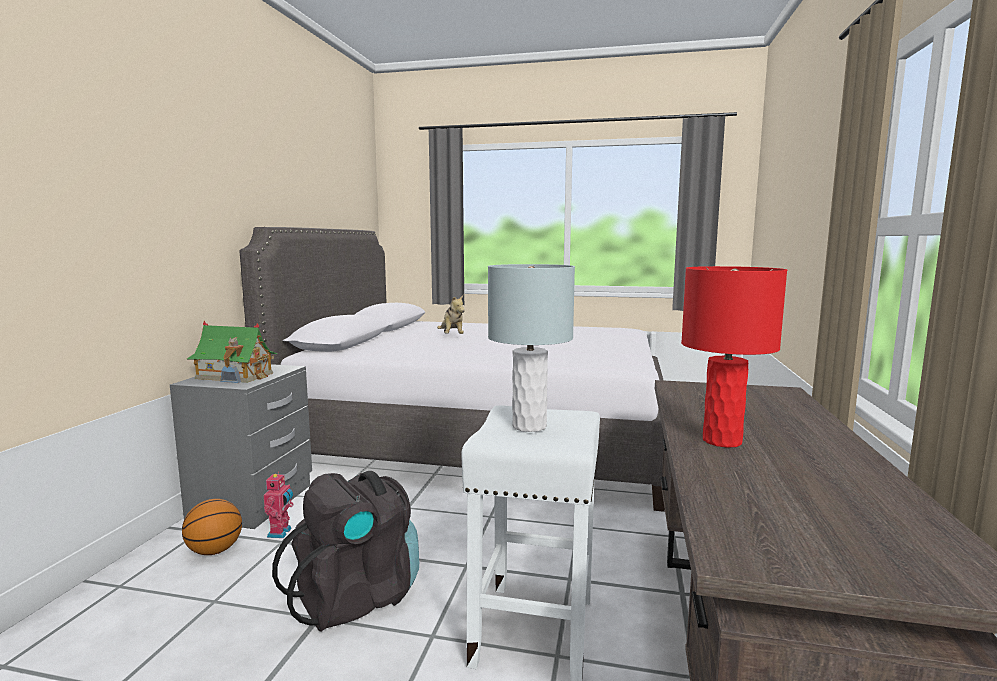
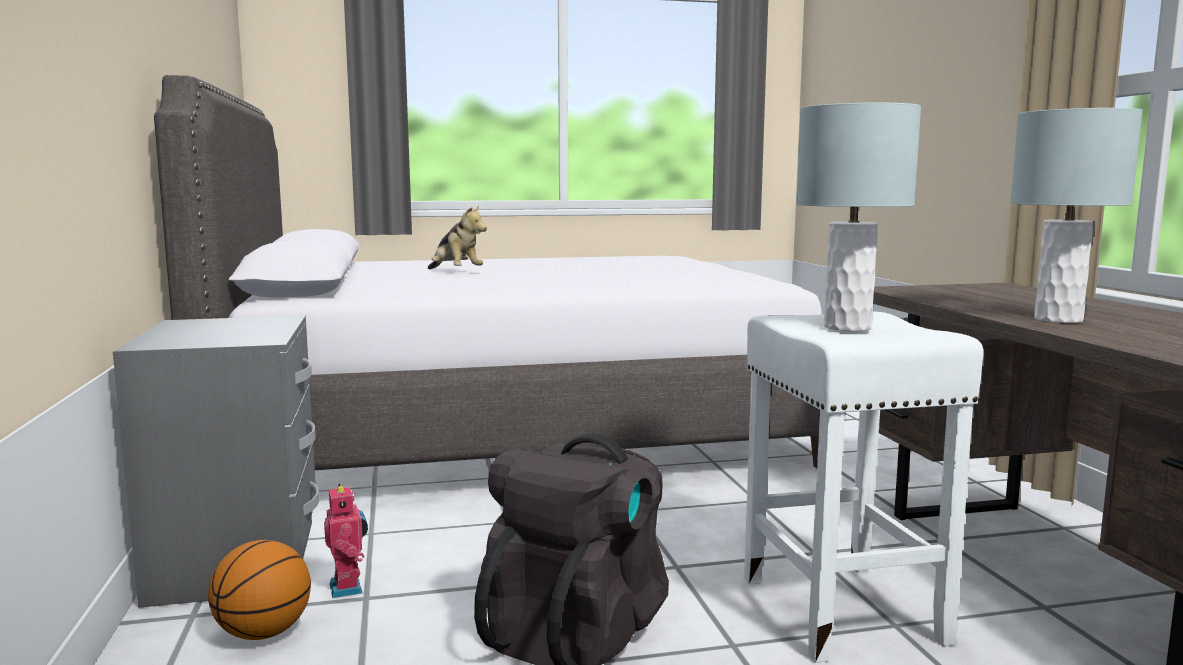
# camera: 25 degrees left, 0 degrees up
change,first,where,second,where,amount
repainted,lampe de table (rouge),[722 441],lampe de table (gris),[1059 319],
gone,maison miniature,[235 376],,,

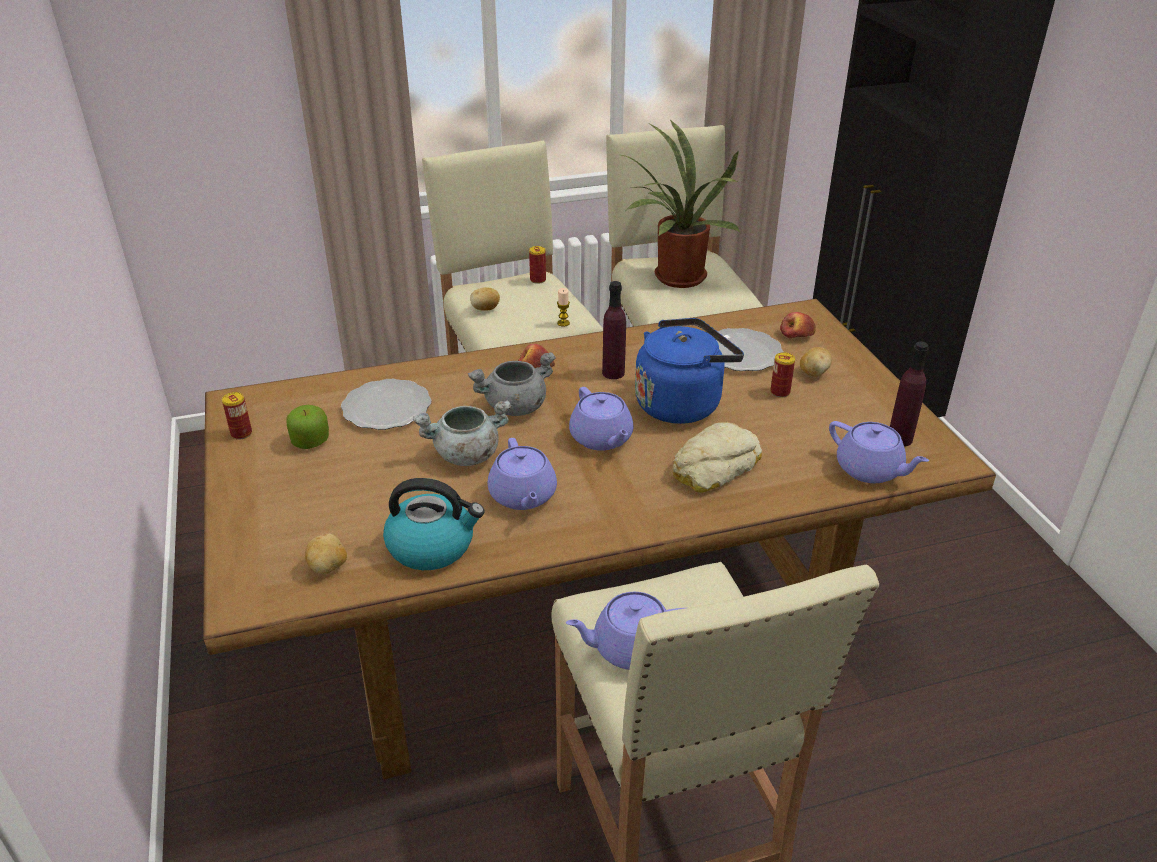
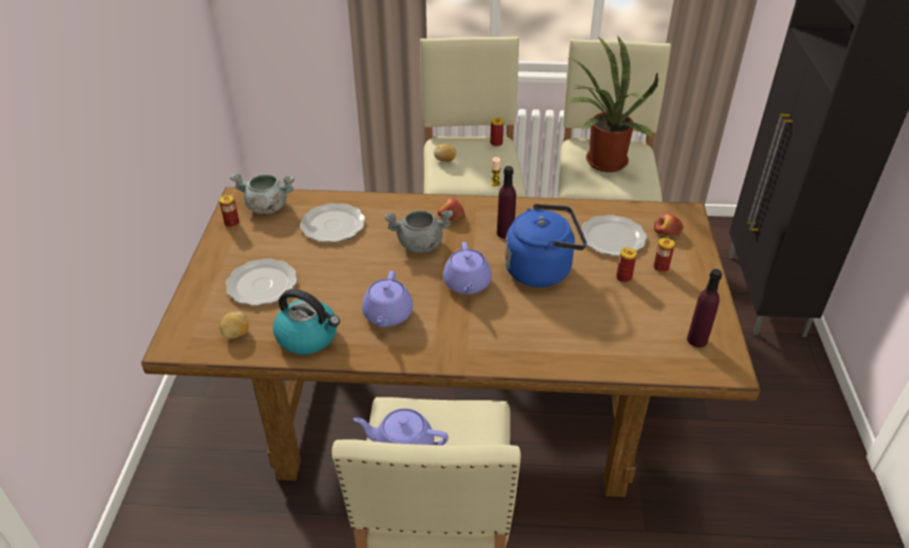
# camera: 20 degrees right, 5 degrees up
change,first,where,second,where,amount
swapped,pomme de terre,[813 373],boîte métallique,[661 267],
shifted,marmite (gris),[466 455],,[267 207],
gone,pomme,[310 441],,,
gone,théière (violet),[870 470],,,
gone,pain,[713 466],,,
new,,,assiette,[262 284],

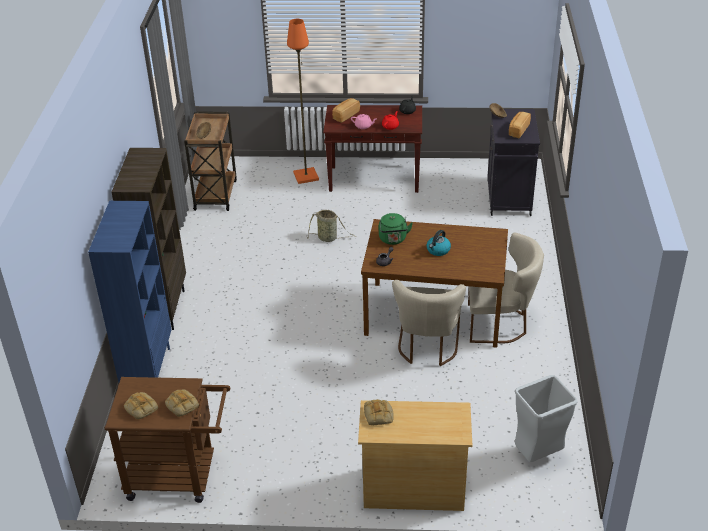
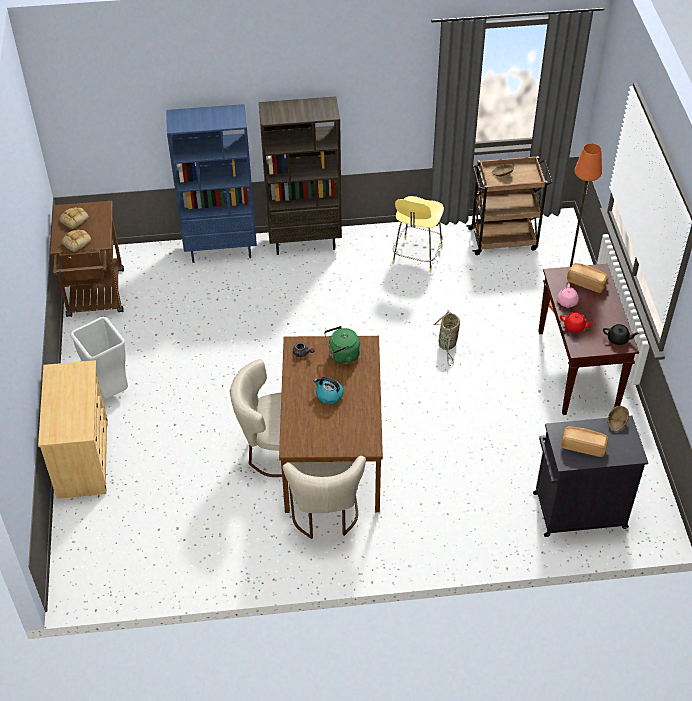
# camera: 80 degrees right, 10 degrees up
change,first,where,second,where,amount
shifted,poubelle (gris),[537 455],,[109 390],
gone,pain,[379 415],,,
new,,,tabouret (jaune),[416 256],

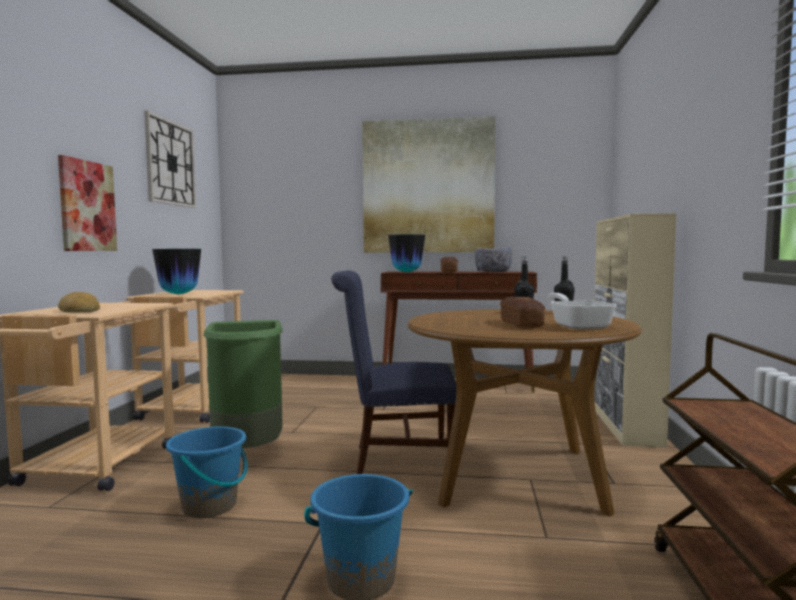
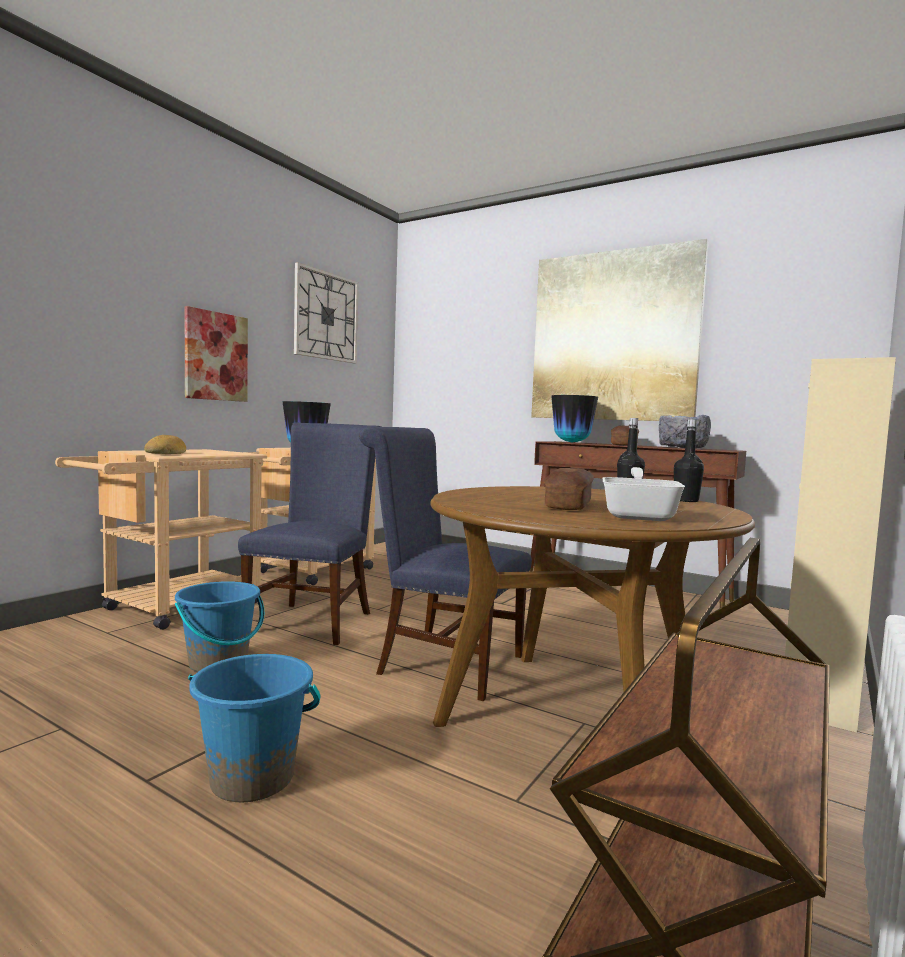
# camera: 25 degrees right, 0 degrees up
change,first,where,second,where,amount
swapped,poubelle (vert),[248 452],chaise (bleu),[314 620],

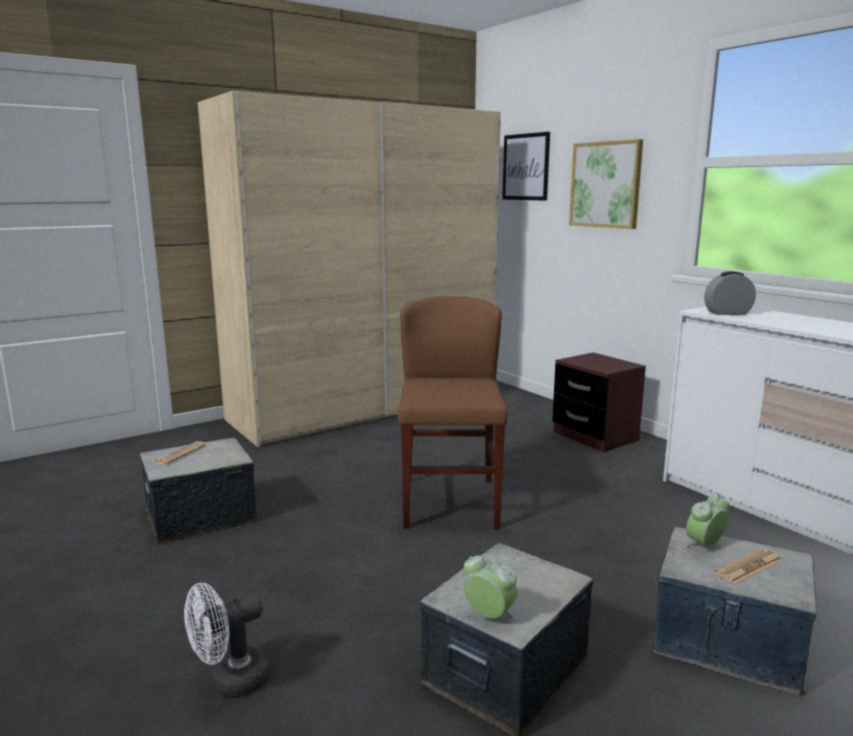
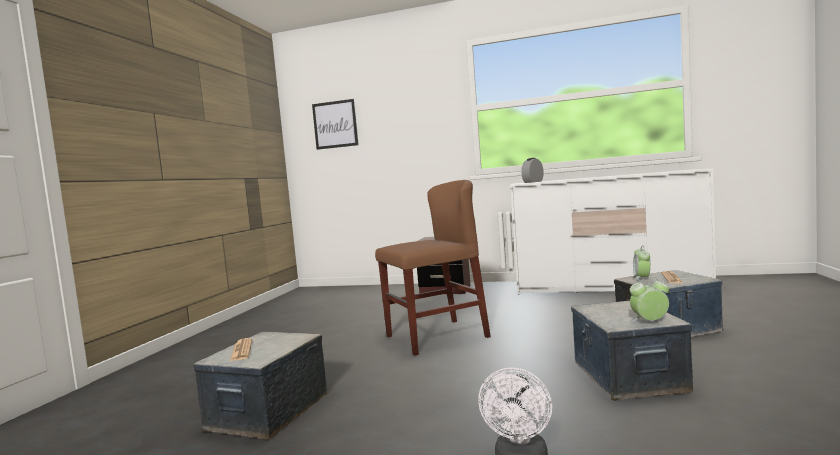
# camera: 40 degrees left, 10 degrees down
change,first,where,second,where,amount
gone,armoire (beige),[365 406],,,
gone,tableau,[605 185],,,
rotated,chaise (marron),[450 502],,[436 336],105 degrees clockwise

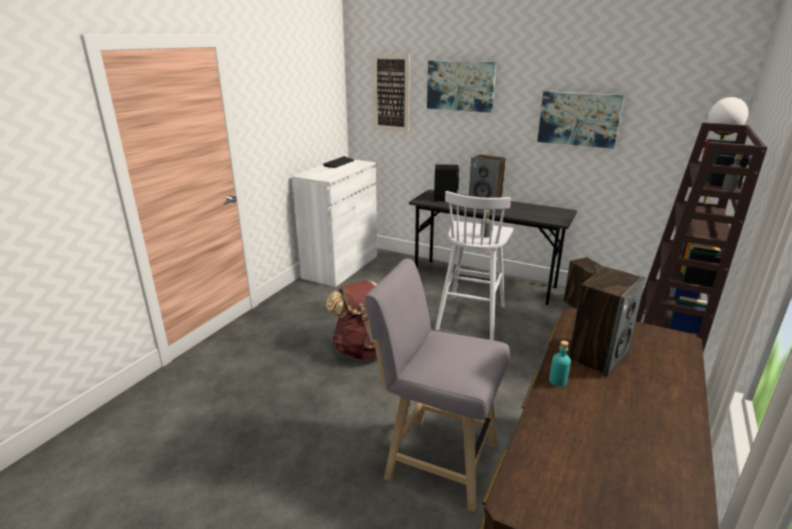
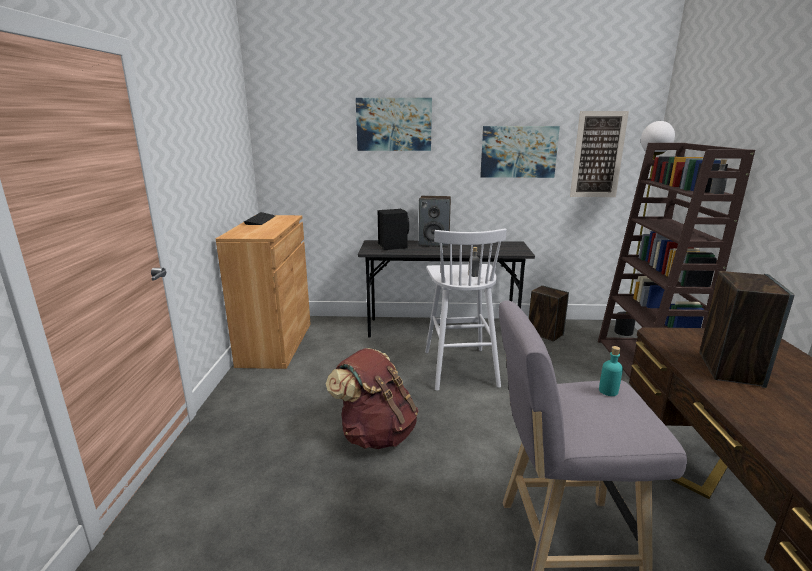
# camera: 25 degrees left, 5 degrees down
change,first,where,second,where,amount
shifted,tableau,[391 93],,[598 155],
repainted,meuble de rangement (blanc),[340 266],meuble de rangement (marron),[275 344],
shifted,bouteille (turquoise),[557 381],,[608 391],

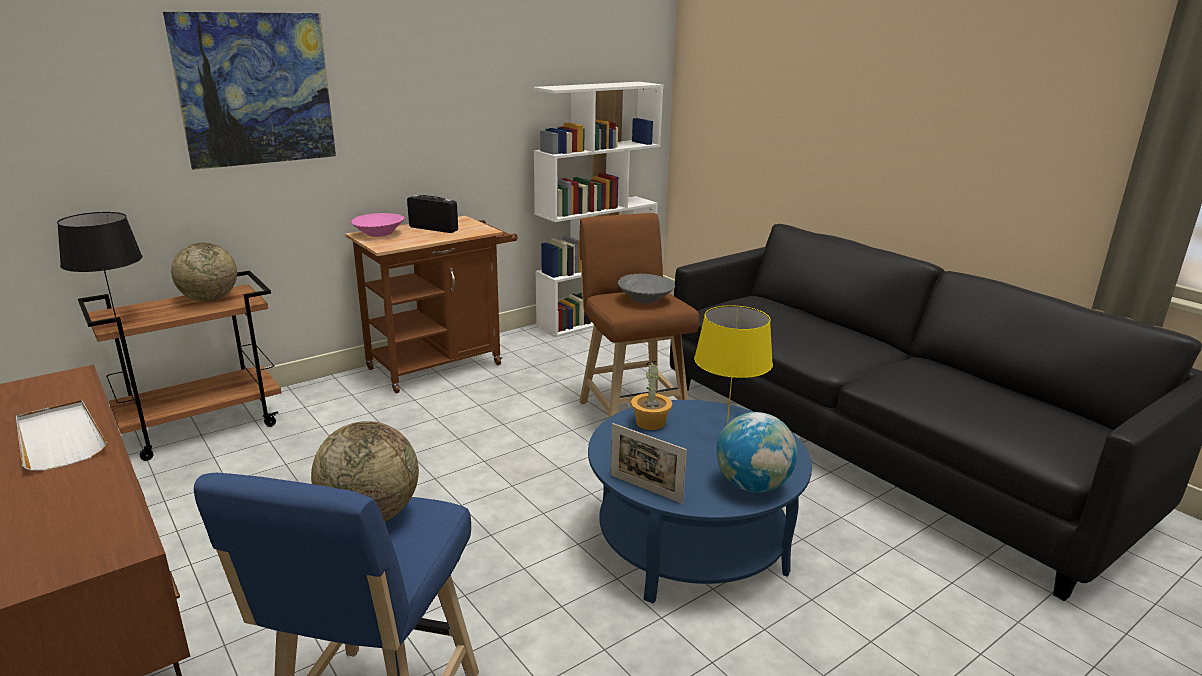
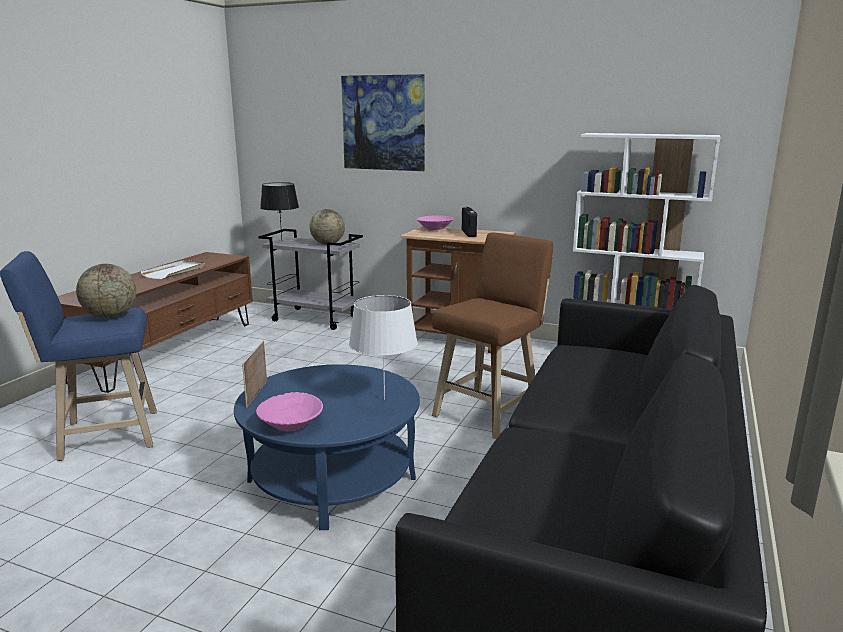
# camera: 60 degrees right, 5 degrees down
change,first,where,second,where,amount
repainted,chariot (marron),[204 426],chariot (gris),[316 319],
gone,bol (gris),[645 299],,,
repainted,lampe de table (jaune),[727 422],lampe de table (blanc),[384 399],
gone,plante en pot,[650 423],,,
swapped,globe,[752 485],bol (rose),[291 425],

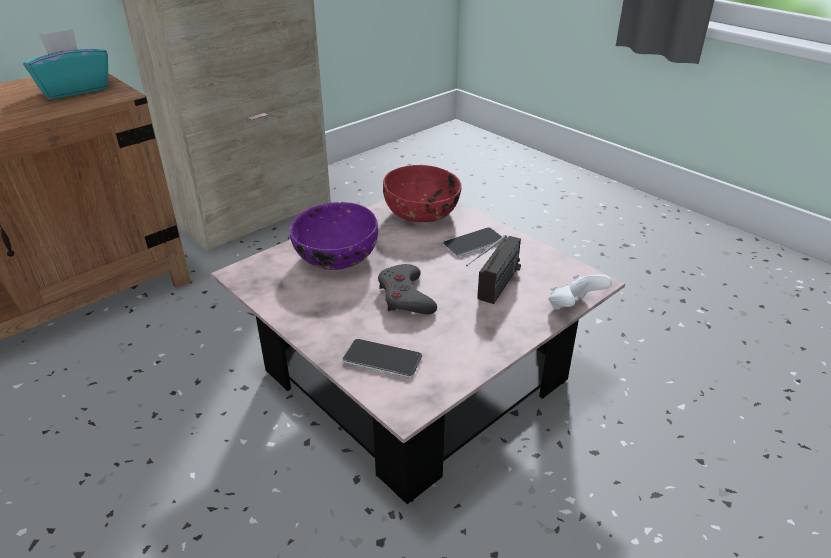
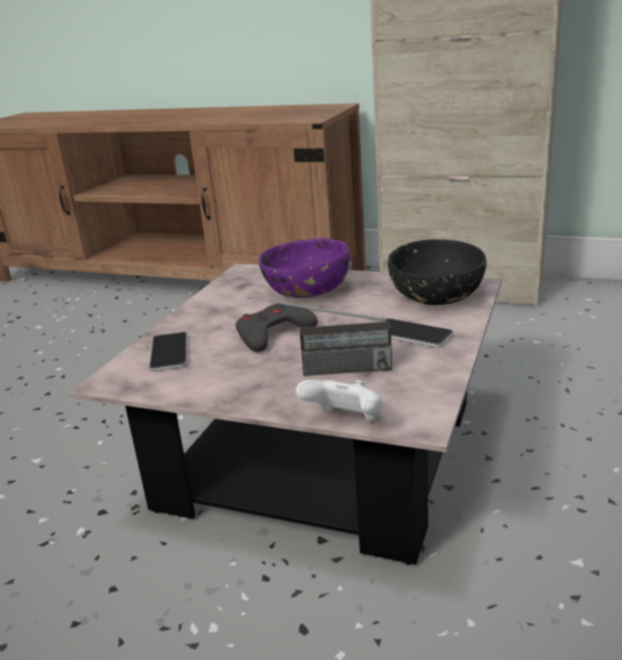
# camera: 65 degrees right, 10 degrees down
change,first,where,second,where,amount
gone,boîte à mouchoirs (turquoise),[74 90],,,
repainted,bol (rouge),[422 213],bol (noir),[436 296],

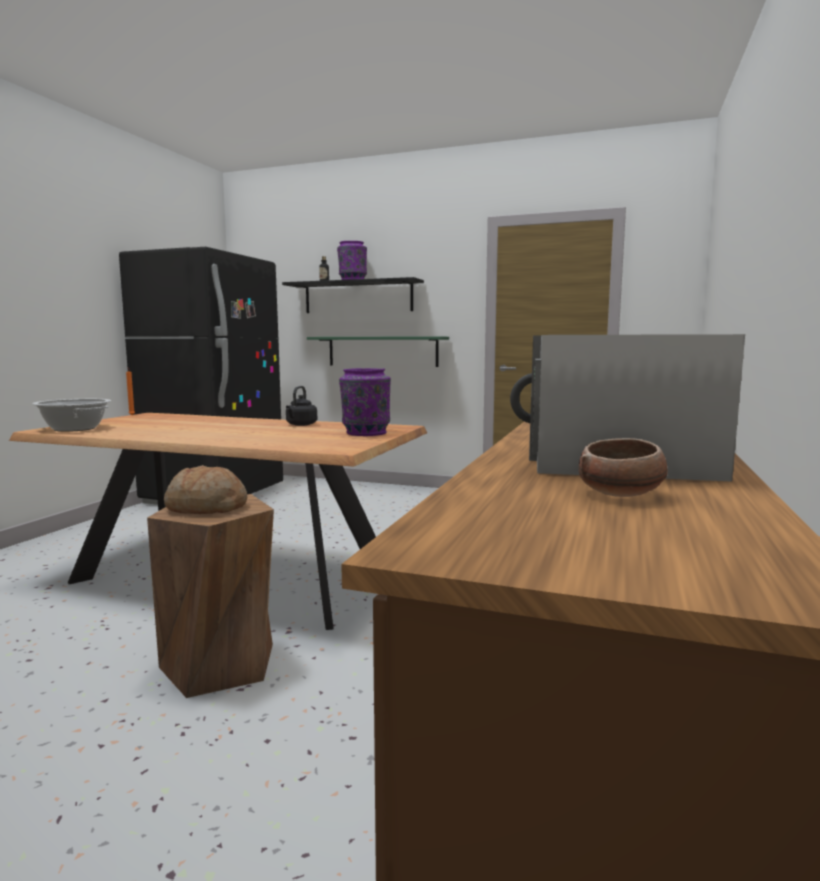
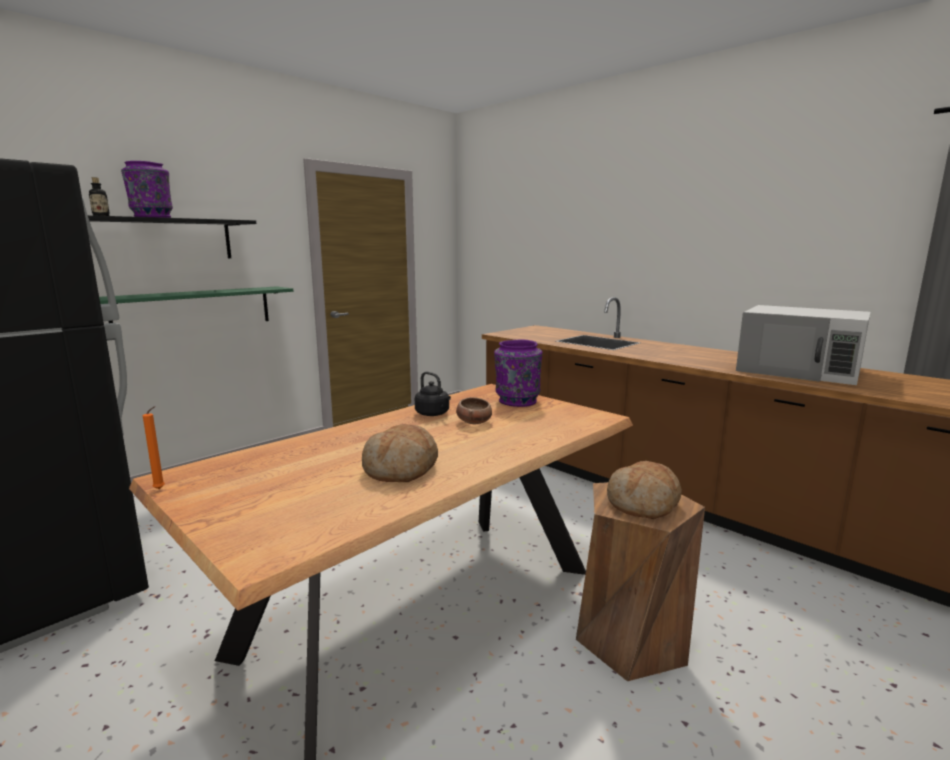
# camera: 65 degrees left, 5 degrees up
change,first,where,second,where,amount
gone,marmite,[74 429],,,
shifted,bol,[621 494],,[474 422],
new,,,pain,[401 469],

